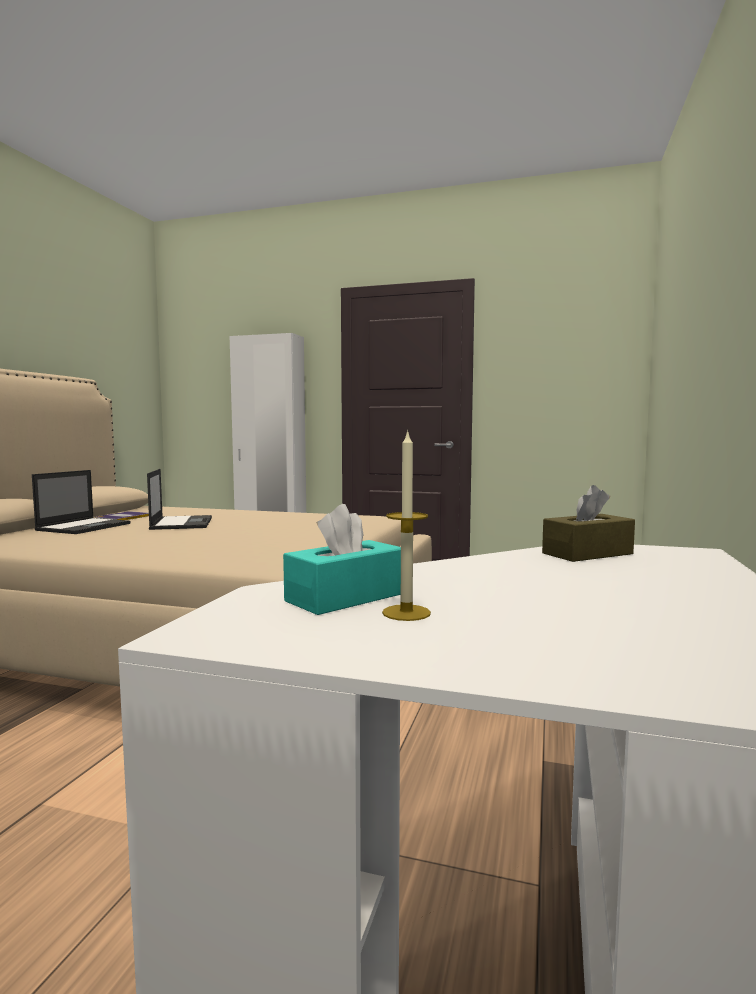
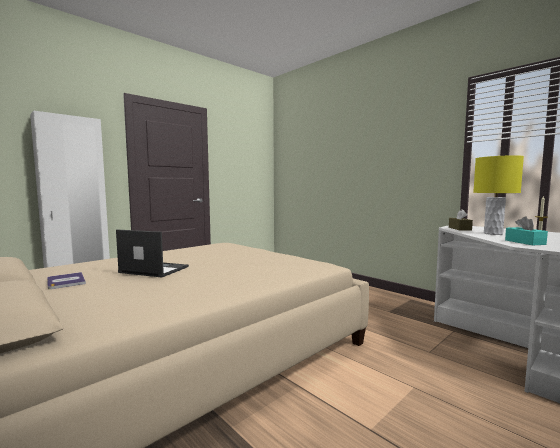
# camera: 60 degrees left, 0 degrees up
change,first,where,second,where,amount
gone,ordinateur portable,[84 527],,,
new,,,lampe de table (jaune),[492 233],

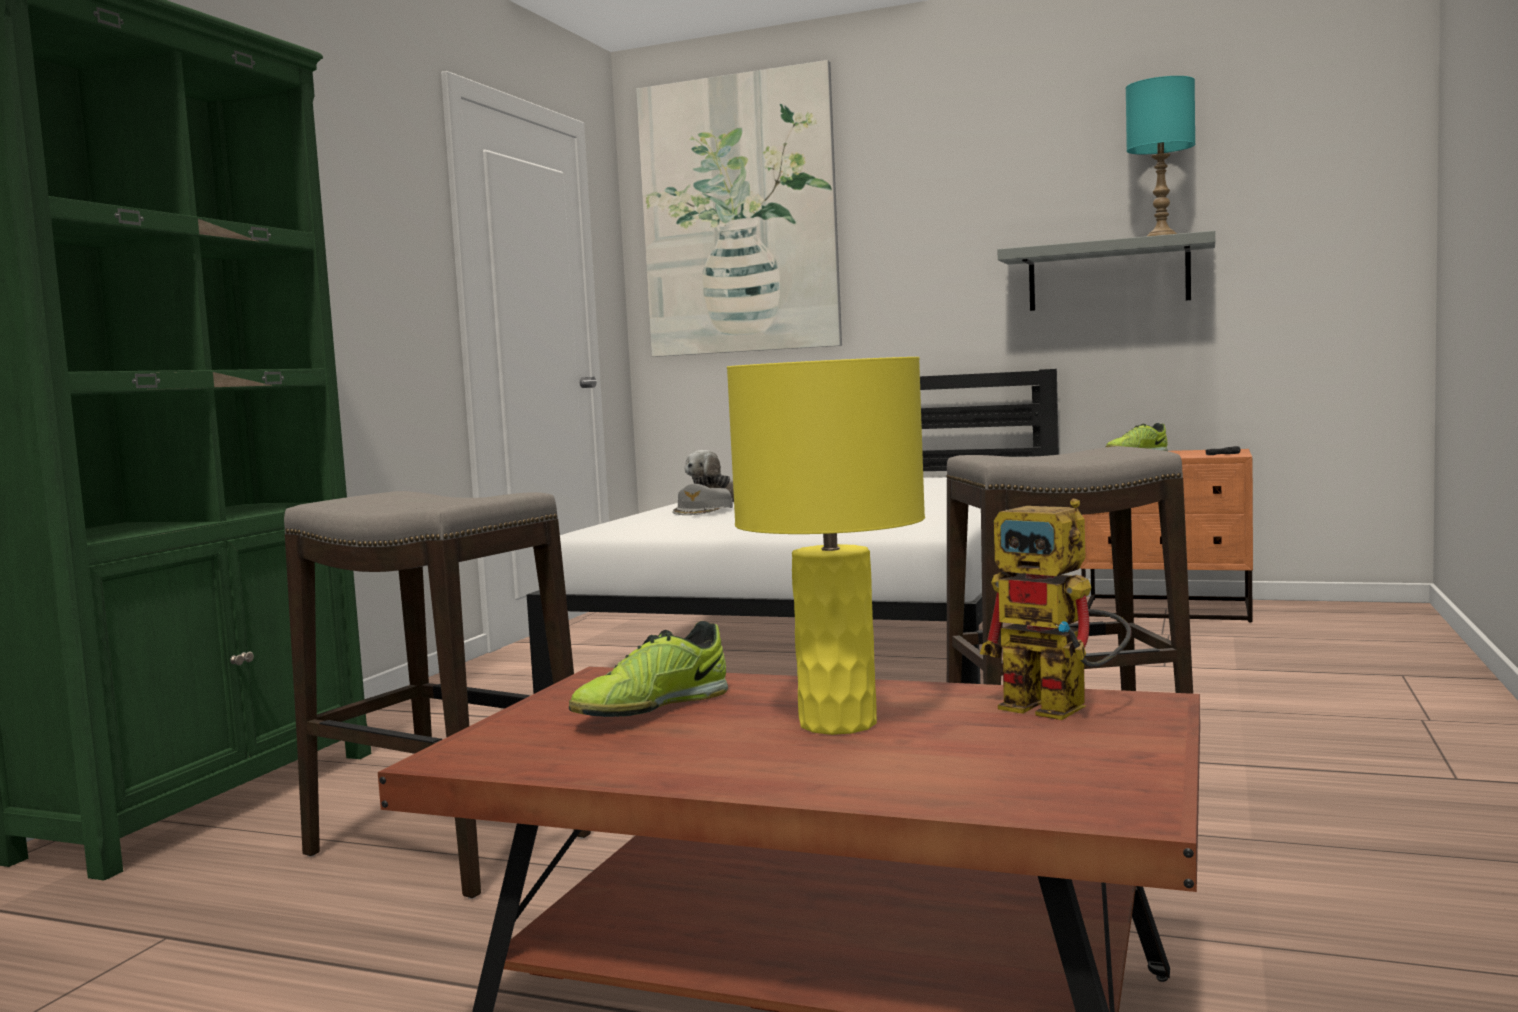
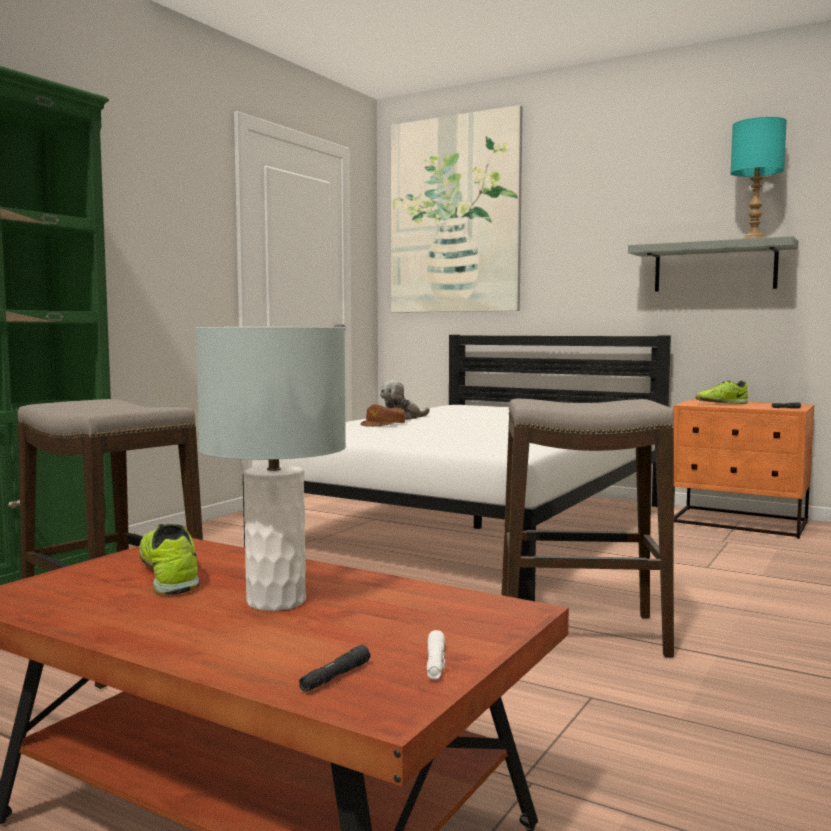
# camera: 10 degrees right, 0 degrees up
change,first,where,second,where,amount
repainted,lampe de table (jaune),[836 723],lampe de table (gris),[275 601],
repainted,casquette (gris),[703 510],casquette (marron),[383 423],
gone,robot jouet,[1063 709],,,
rotated,chaussure,[651 709],,[170 574],105 degrees clockwise
new,,,lampe de poche (blanc),[435 663],
new,,,lampe de poche (noir),[335 677],

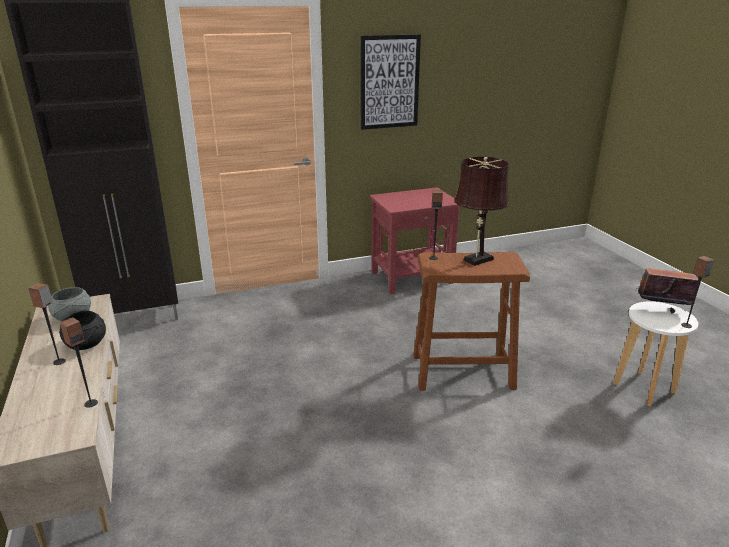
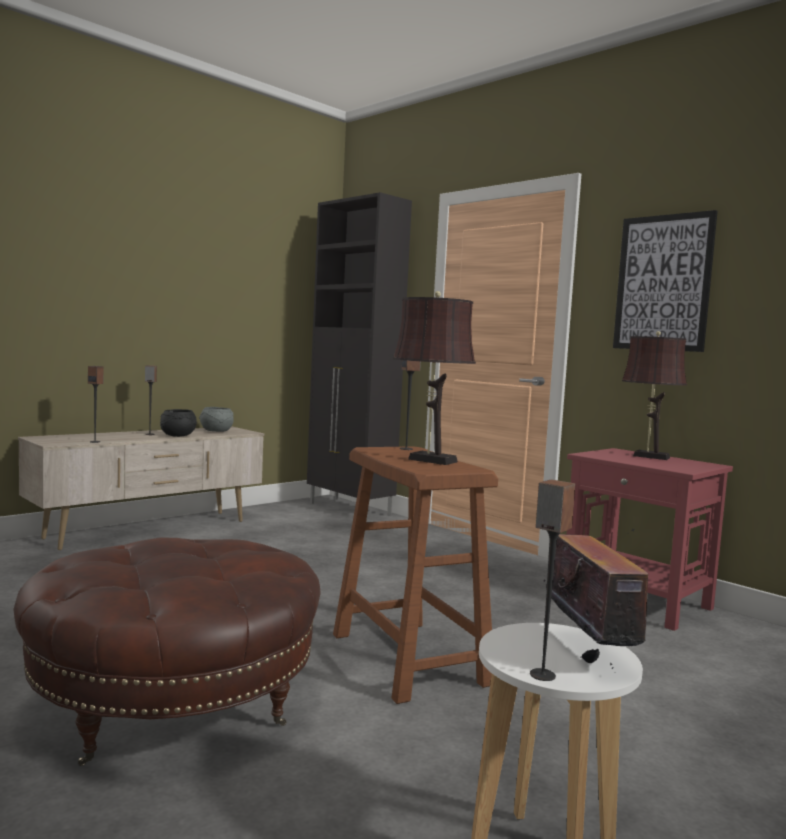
# camera: 65 degrees right, 20 degrees down
change,first,where,second,where,amount
new,,,lampe de table (marron),[647 456],
new,,,pouf (marron),[174 700],

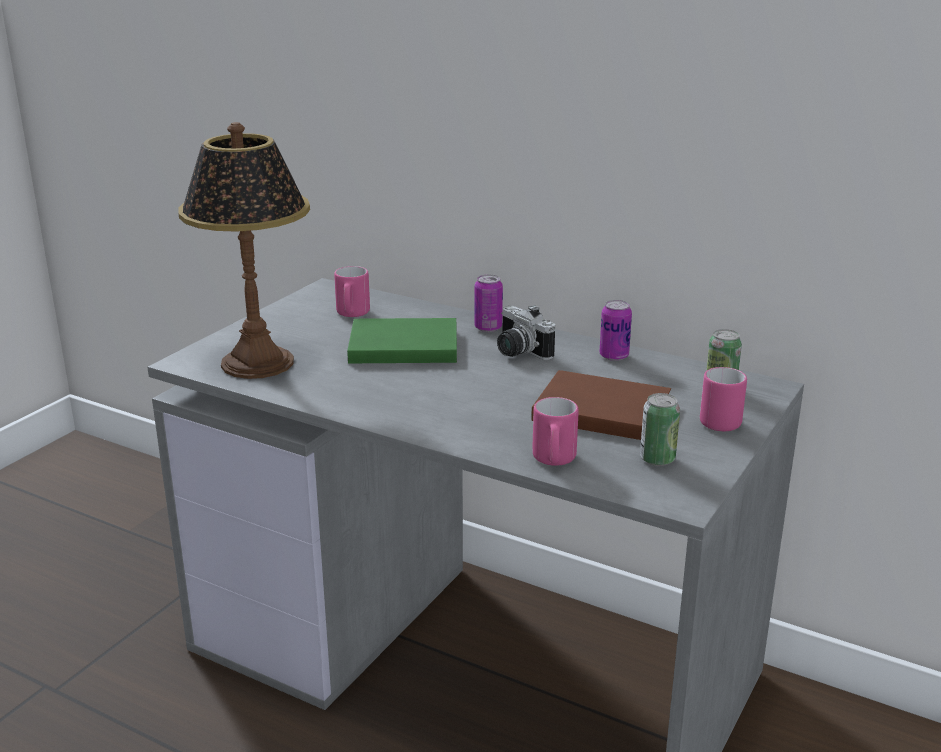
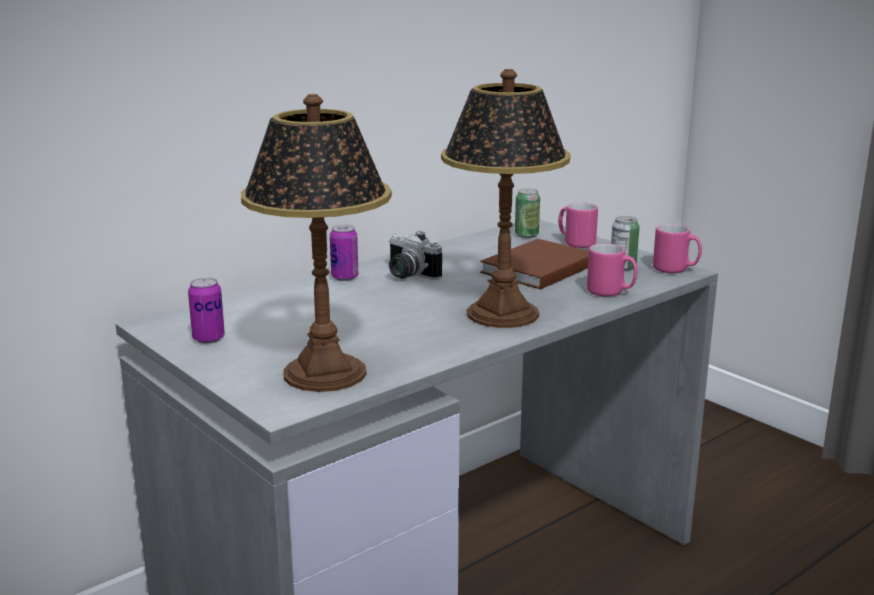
# camera: 70 degrees left, 5 degrees down
change,first,where,second,where,amount
shifted,mug (rose),[352 315],,[676 270],
shifted,boîte métallique,[614 356],,[208 338],
rotated,appareil photo,[517 352],,[407 275],60 degrees clockwise
gone,livre (vert),[400 345],,,
new,,,lampe de table,[501 314],

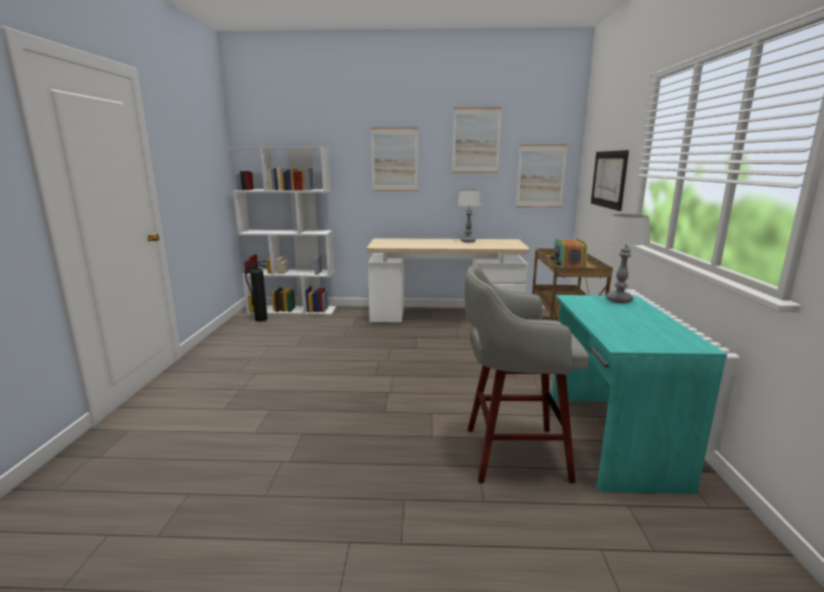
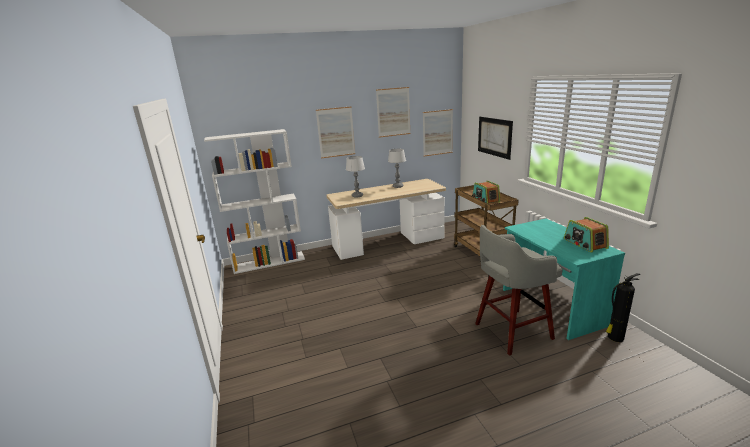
# camera: 20 degrees left, 5 degrees up
change,first,where,second,where,amount
shifted,lampe de table,[618 300],,[357 196],
shifted,extincteur,[260 319],,[614 338],
new,,,radio,[584 243],

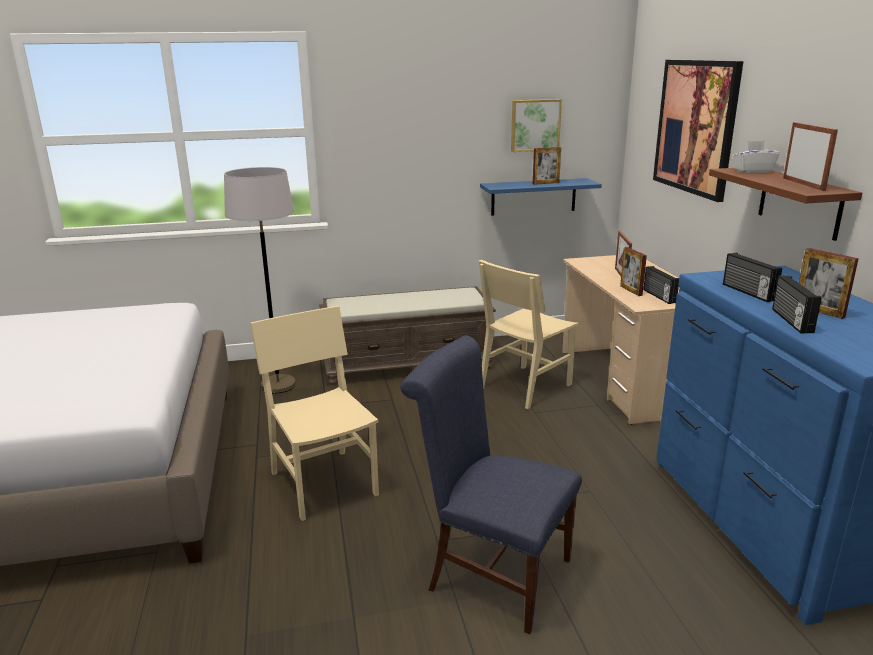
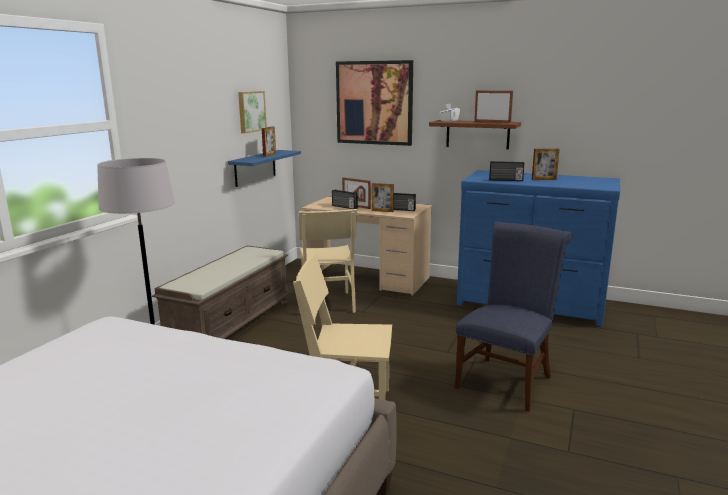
# camera: 55 degrees left, 5 degrees down
change,first,where,second,where,amount
shifted,radio,[790 320],,[344 207],
rotated,chaise (bleu),[491 572],,[506 380],150 degrees clockwise

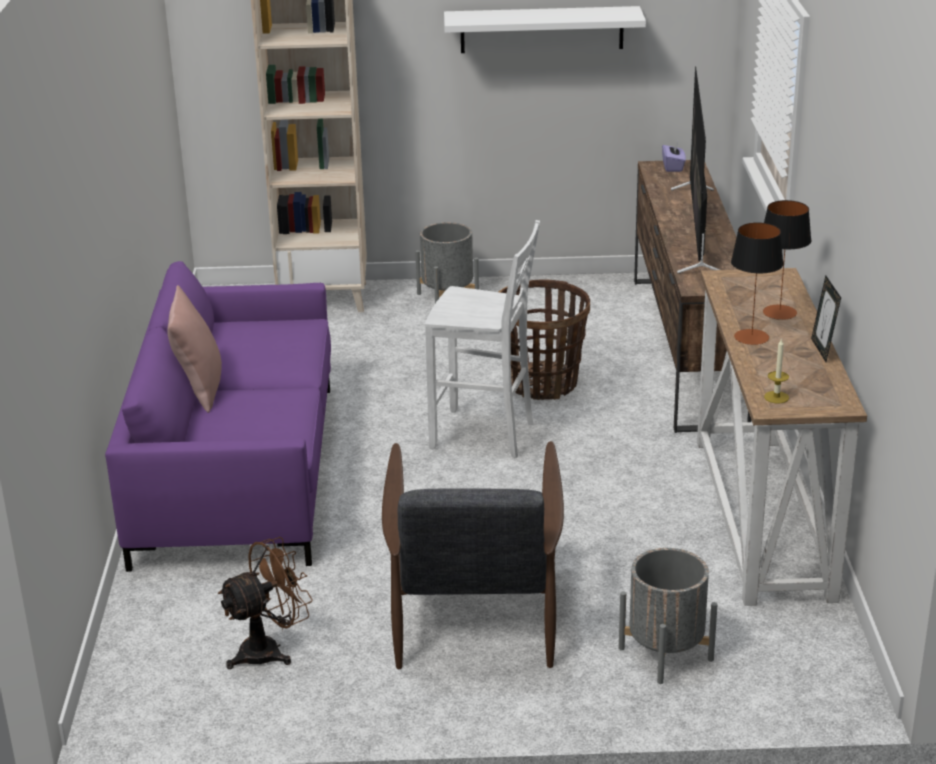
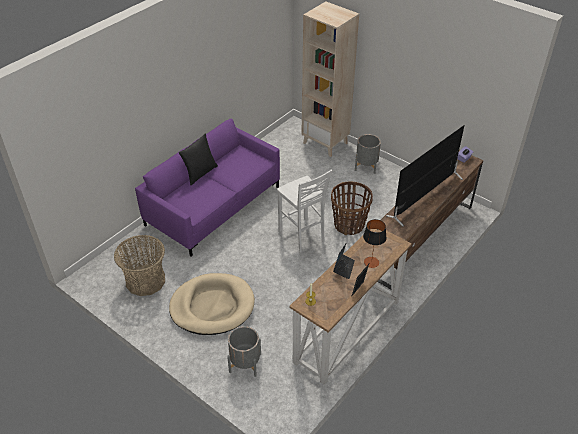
# camera: 40 degrees right, 15 degrees up
change,first,where,second,where,amount
gone,étagère (blanc),[542 29],,,
swapped,lampe de table,[751 337],ordinateur portable,[343 268],
repainted,coussin (rose),[199 389],coussin (noir),[200 173],
swapped,fauteuil (gris),[474 612],panier pour chien (beige),[212 306],
swapped,ventilateur (marron),[269 650],panier,[145 280],

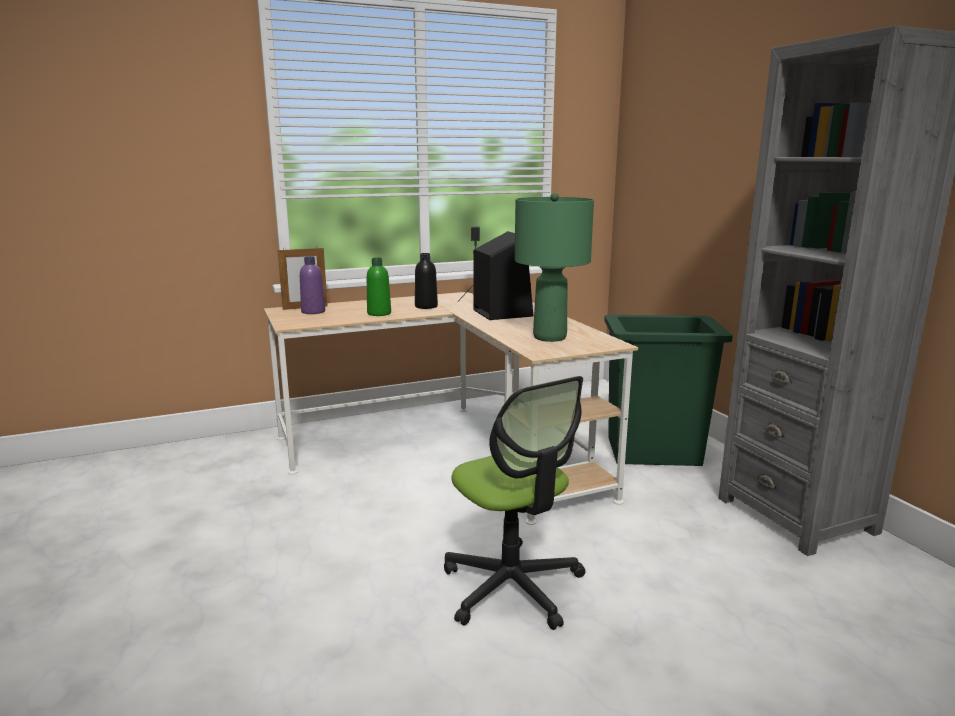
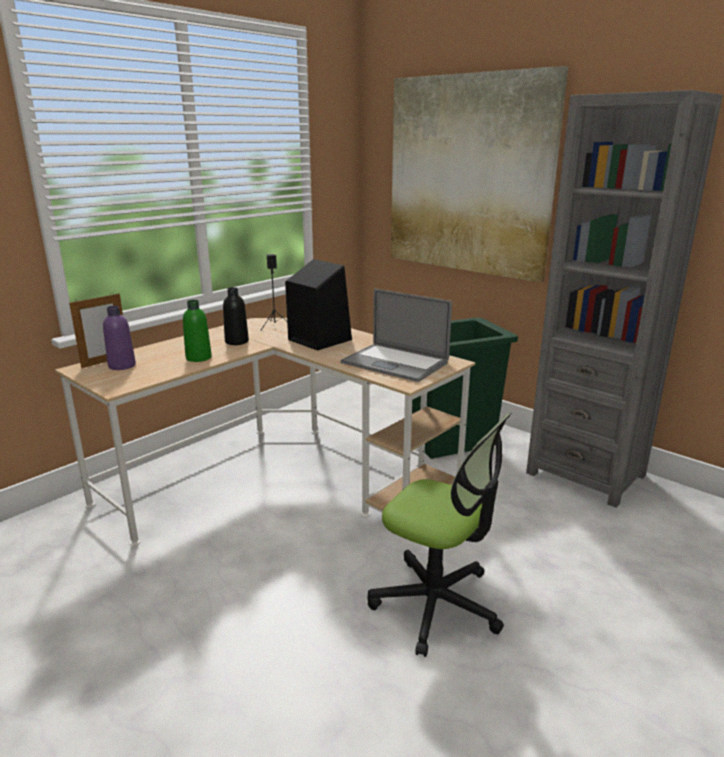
# camera: 25 degrees left, 5 degrees up
change,first,where,second,where,amount
swapped,lampe de table (vert),[550 337],ordinateur portable,[394 363],
new,,,tableau,[468 176],

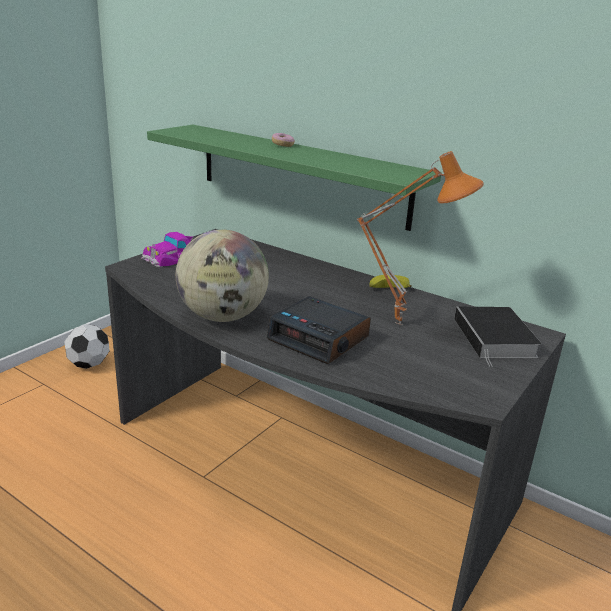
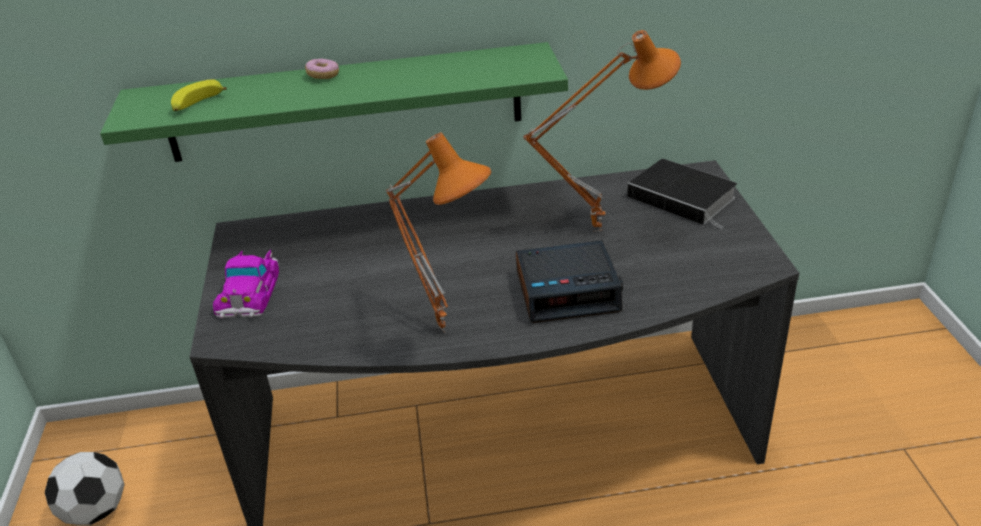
# camera: 40 degrees left, 10 degrees up
change,first,where,second,where,amount
swapped,globe,[222 317],lampe de table (orange),[446 328],
shifted,banane,[387 289],,[197 104],

